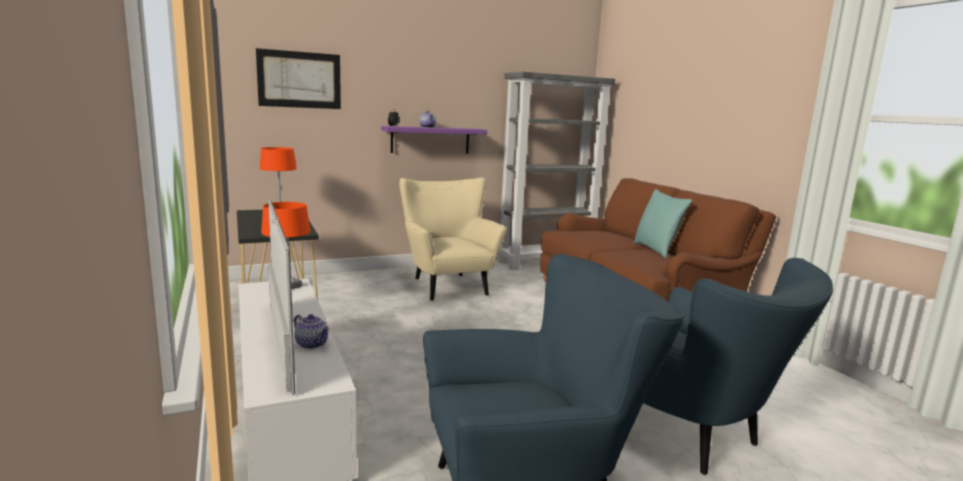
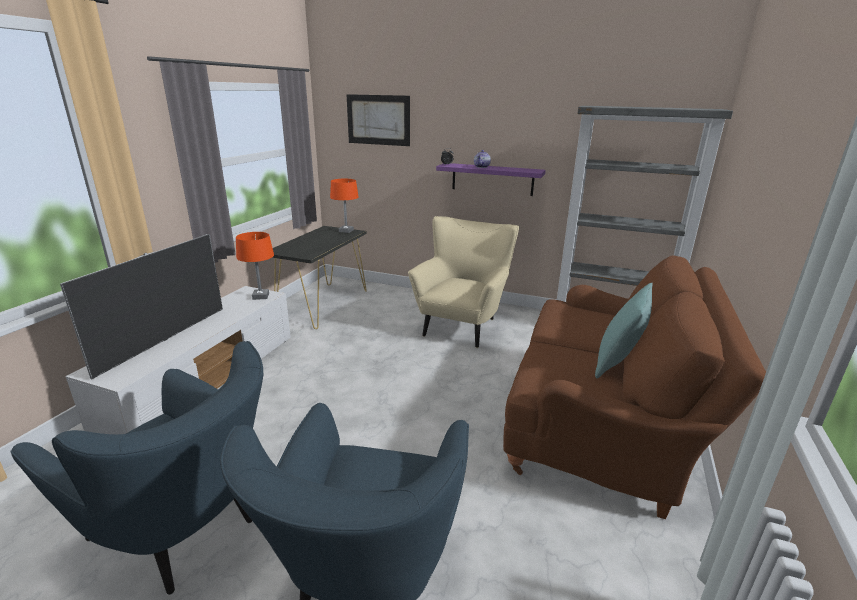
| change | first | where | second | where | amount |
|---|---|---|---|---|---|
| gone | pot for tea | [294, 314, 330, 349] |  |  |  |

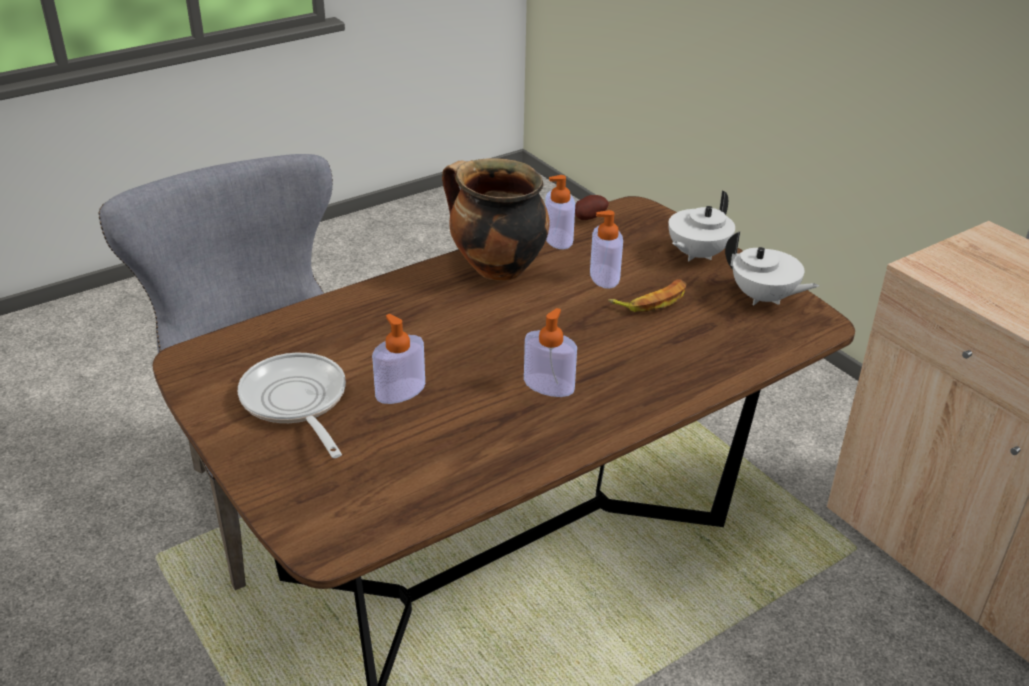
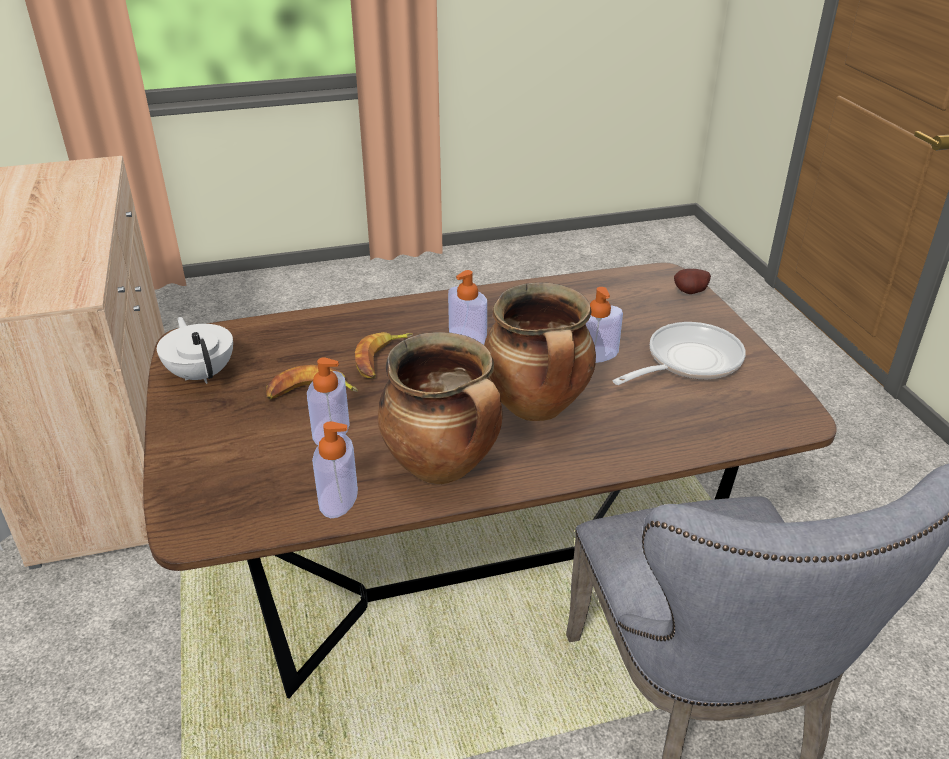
| change | first | where | second | where | amount |
|---|---|---|---|---|---|
| new |  |  | whole banana | [355, 332, 413, 378] |  |
| new |  |  | saucepot | [484, 282, 596, 421] |  |
| rotated | frying pan | [238, 353, 346, 458] |  | [612, 322, 746, 385] | 120 degrees counterclockwise |
| shifted | spud | [575, 195, 609, 220] |  | [674, 269, 711, 294] |  |
| gone | white pot for tea | [668, 191, 735, 261] |  |  |  |

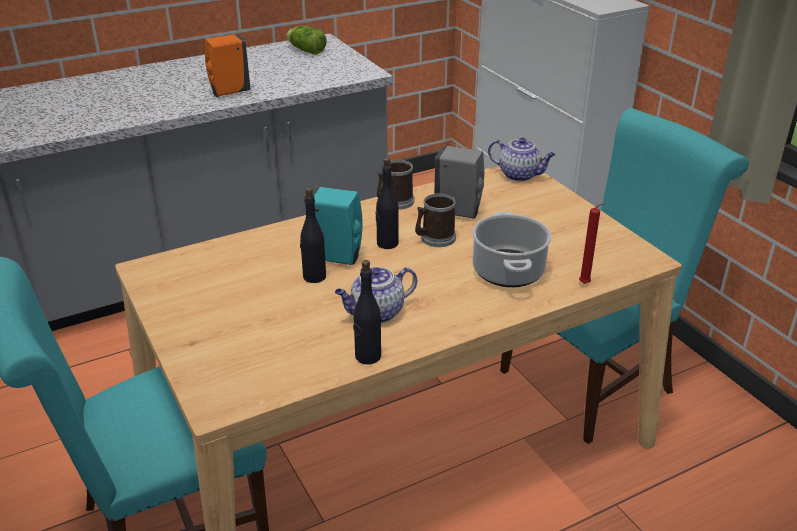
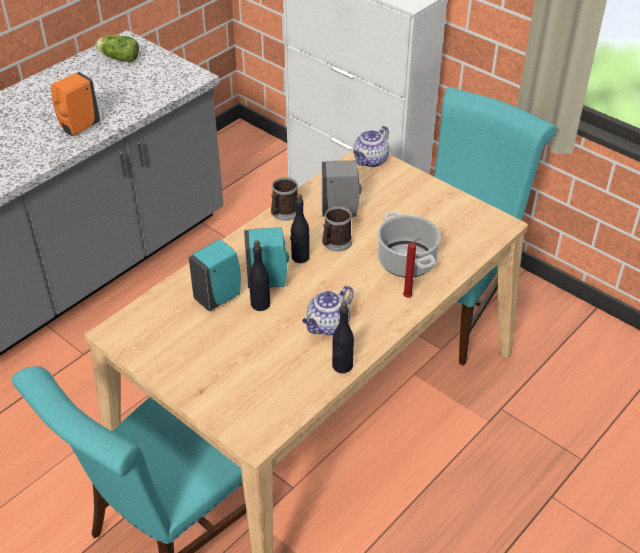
| change | first | where | second | where | amount |
|---|---|---|---|---|---|
| new |  |  | turquoise-coloured soap bottle | [188, 239, 241, 311] |  |
| rotated | pot for tea | [488, 137, 556, 181] |  | [354, 126, 390, 167] | 120 degrees clockwise |
| shifted | reddish candle | [579, 202, 607, 284] |  | [403, 238, 421, 297] |  |

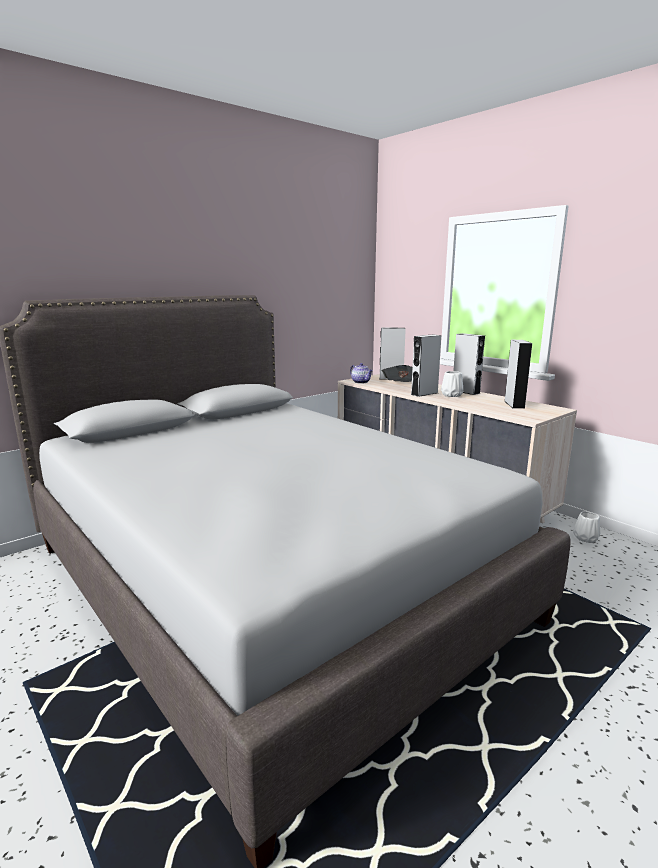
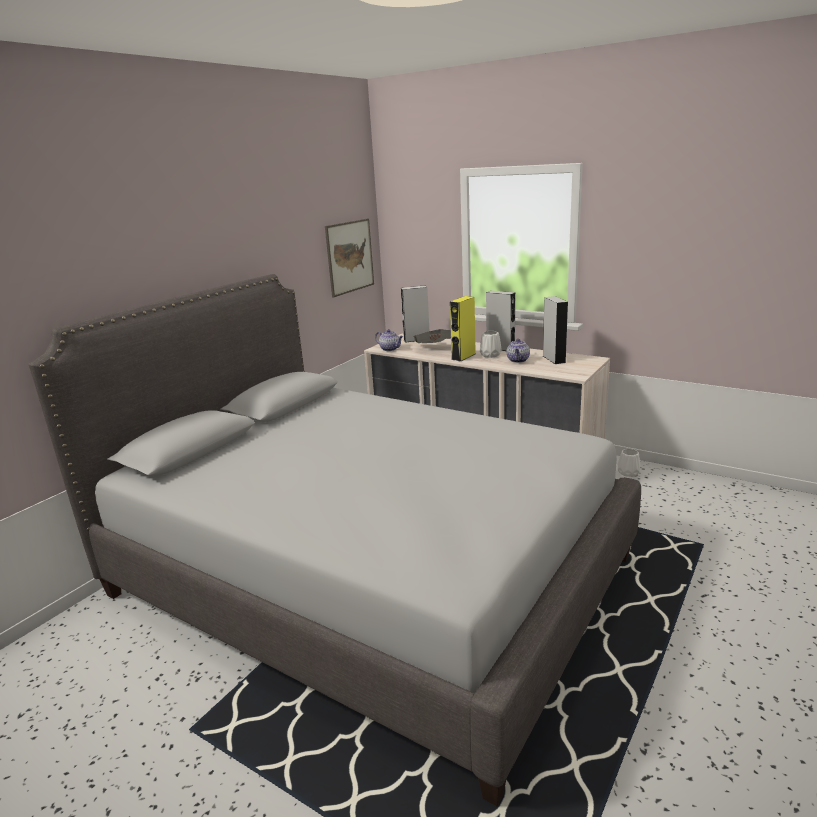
| change | first | where | second | where | amount |
|---|---|---|---|---|---|
| new |  |  | wall picture | [325, 218, 374, 297] |  |
| repainted | grey audio speaker | [411, 334, 441, 397] | yellow audio speaker | [450, 296, 476, 362] |  |
| new |  |  | pot for tea | [507, 339, 530, 363] |  |

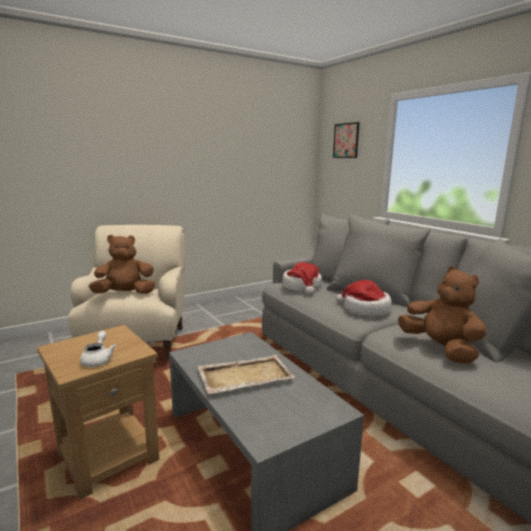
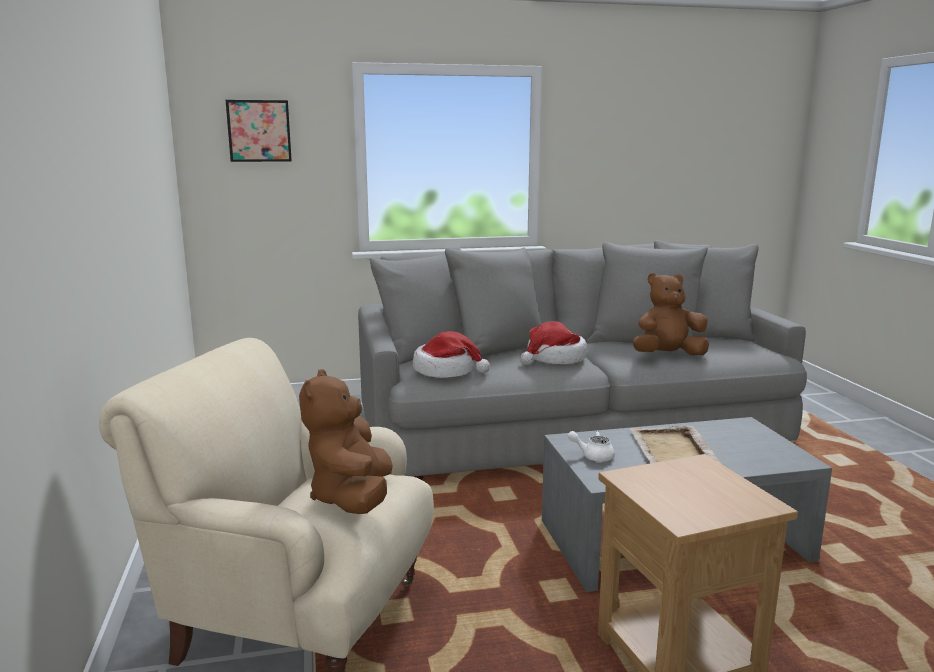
| change | first | where | second | where | amount |
|---|---|---|---|---|---|
| shifted | white pot for tea | [80, 331, 116, 367] |  | [568, 431, 615, 462] |  |

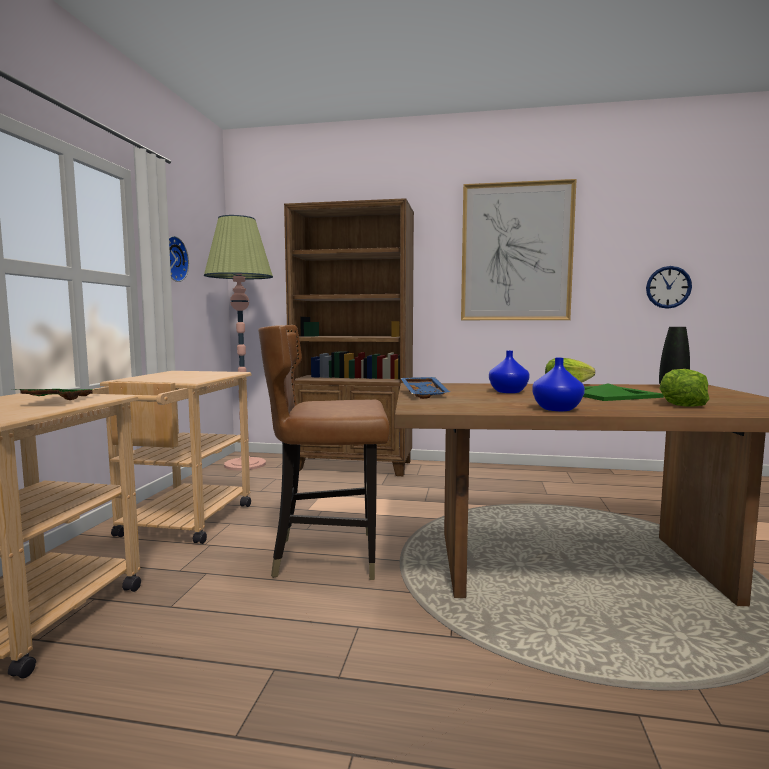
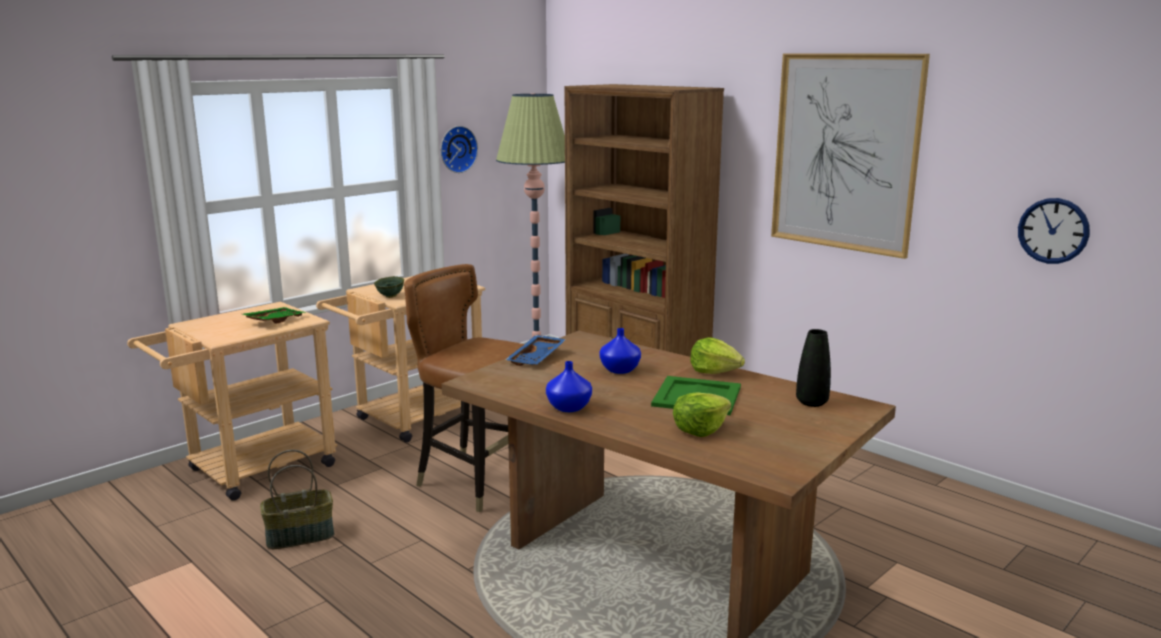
| change | first | where | second | where | amount |
|---|---|---|---|---|---|
| new |  |  | storage basket | [260, 450, 334, 549] |  |
| new |  |  | green-coloured bowl | [374, 276, 404, 298] |  |

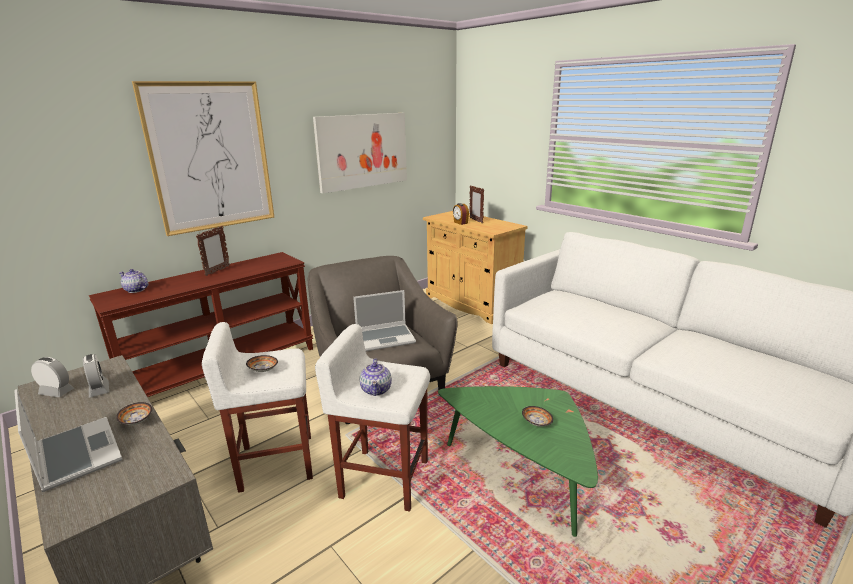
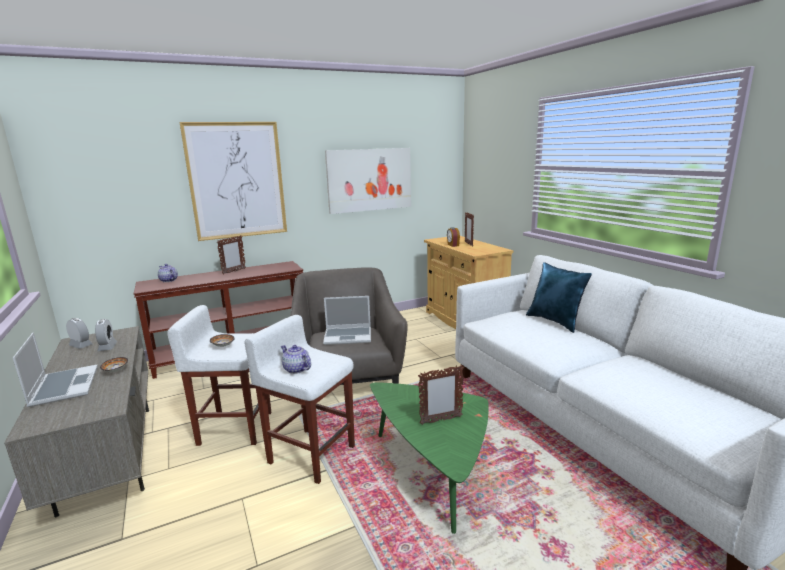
| change | first | where | second | where | amount |
|---|---|---|---|---|---|
| rotated | pot for tea | [360, 358, 392, 396] |  | [281, 345, 311, 374] | 120 degrees clockwise |
| swapped | bowl | [522, 406, 553, 427] | photo frame | [418, 365, 464, 425] |  |
| new |  |  | bluish throw pillow | [526, 262, 592, 333] |  |

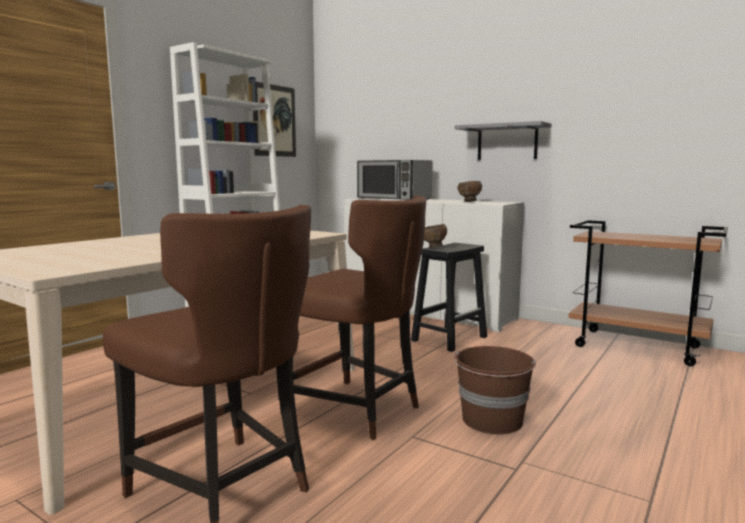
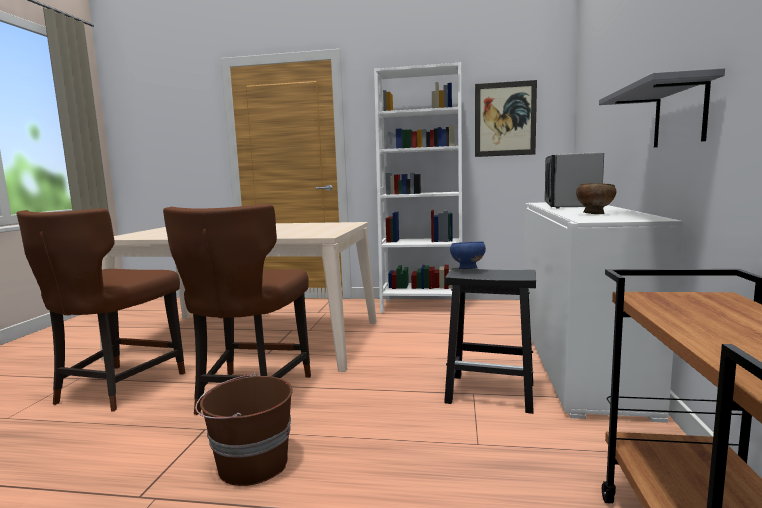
| change | first | where | second | where | amount |
|---|---|---|---|---|---|
| repainted | brown-coloured bowl | [424, 224, 447, 248] | bluish bowl | [450, 241, 486, 269] |  |

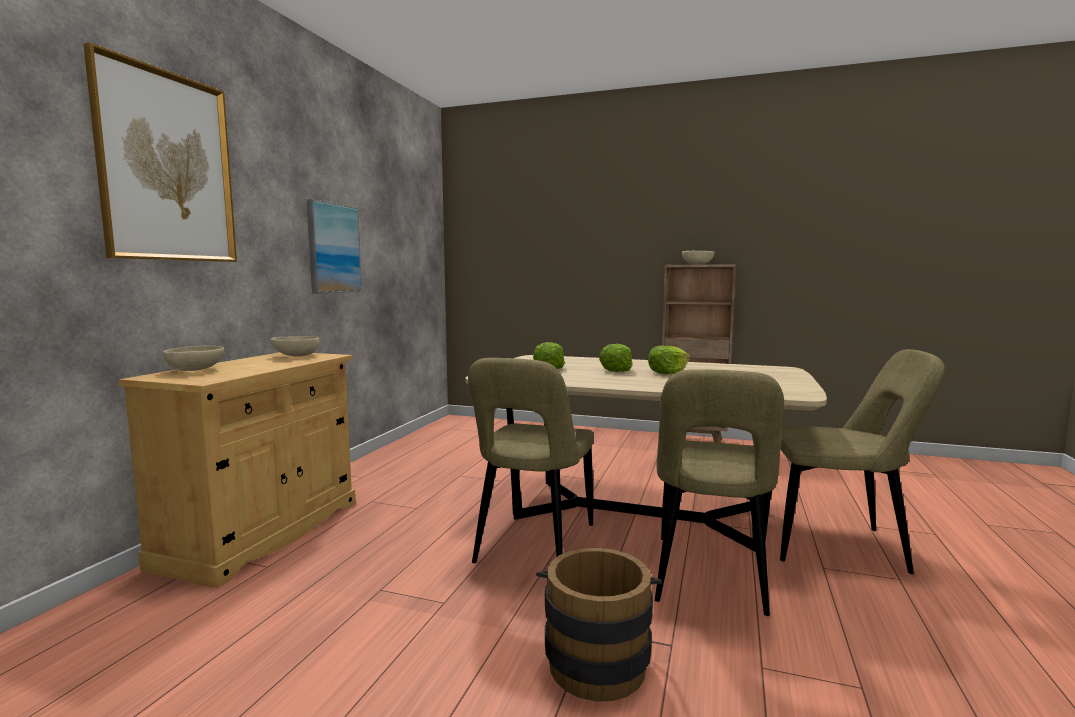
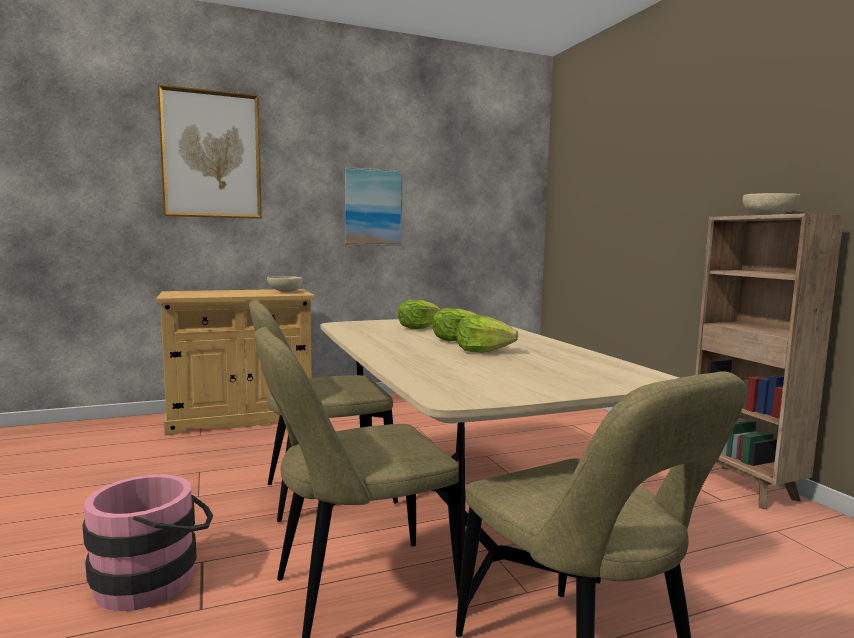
| change | first | where | second | where | amount |
|---|---|---|---|---|---|
| repainted | brown-coloured bucket | [536, 548, 661, 702] | pink bucket | [82, 474, 213, 611] |  |
| gone | sand-coloured bowl | [163, 346, 224, 371] |  |  |  |

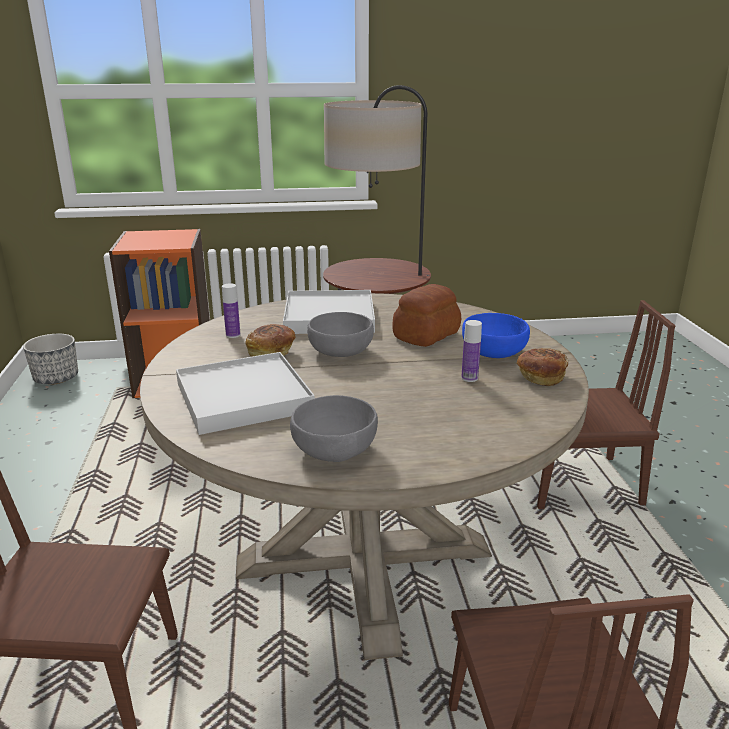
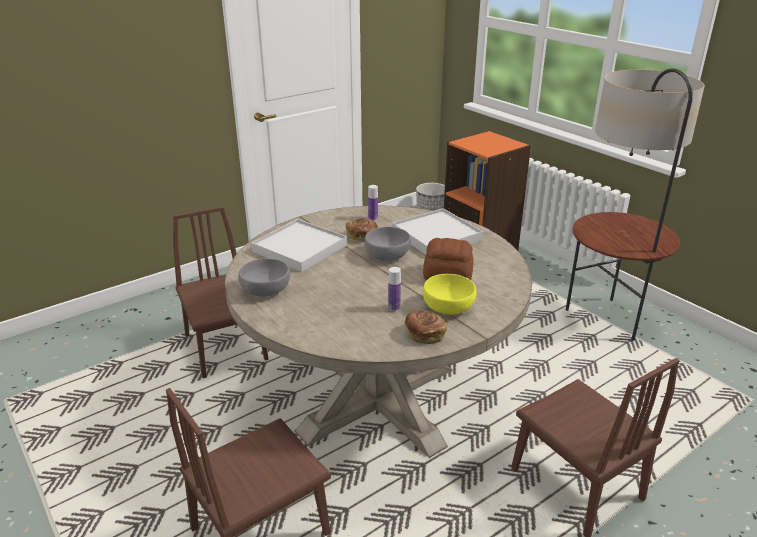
| change | first | where | second | where | amount |
|---|---|---|---|---|---|
| repainted | bluish bowl | [462, 313, 530, 358] | yellow bowl | [423, 274, 477, 315] |  |

